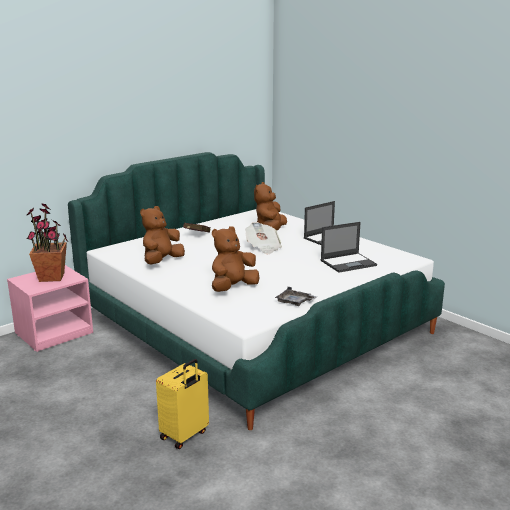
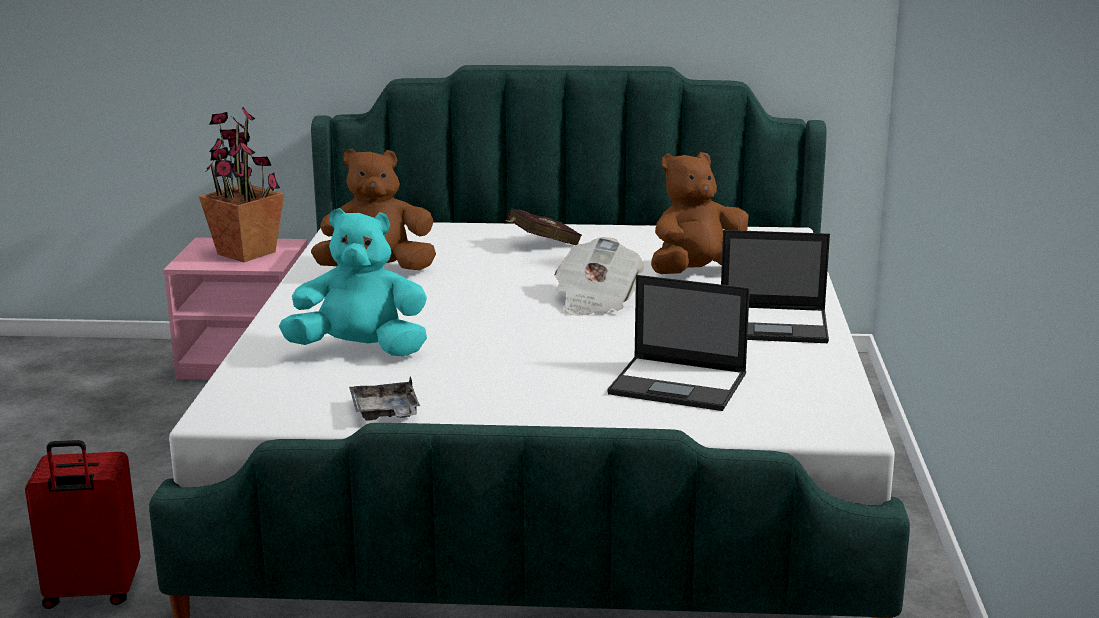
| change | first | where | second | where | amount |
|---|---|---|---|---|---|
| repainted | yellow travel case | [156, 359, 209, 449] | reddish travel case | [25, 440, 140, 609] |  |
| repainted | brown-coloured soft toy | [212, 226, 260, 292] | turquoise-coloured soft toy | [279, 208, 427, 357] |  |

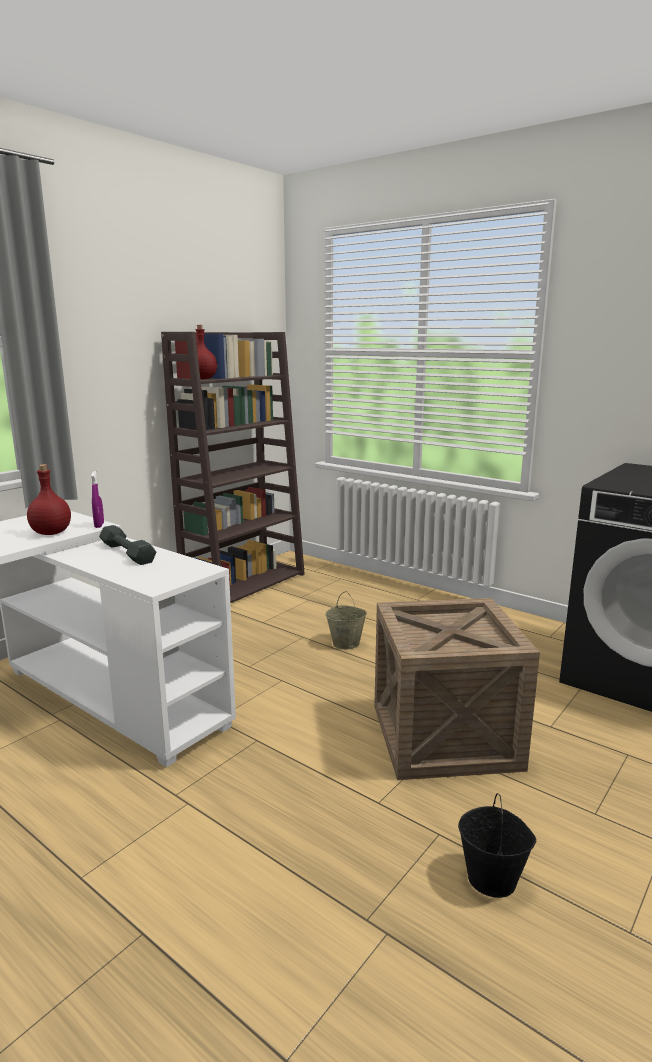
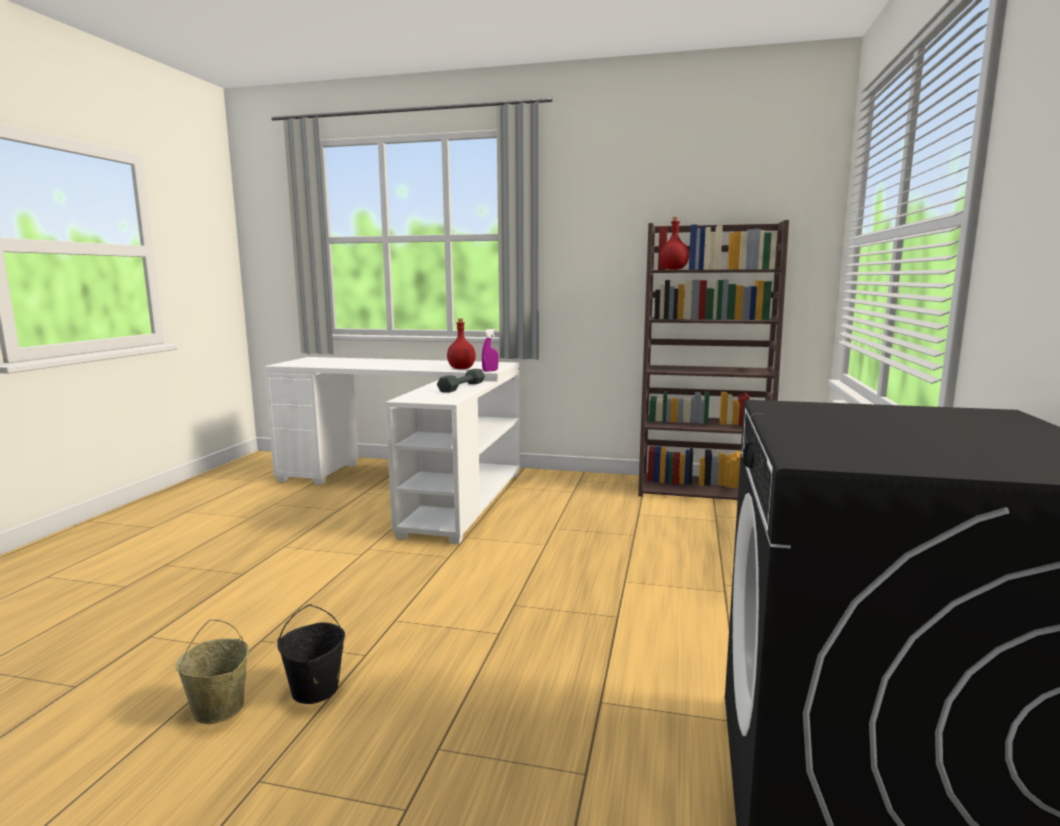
| change | first | where | second | where | amount |
|---|---|---|---|---|---|
| shifted | sand-coloured bucket | [326, 591, 367, 649] |  | [175, 619, 249, 724] |  |
| gone | shipping crate | [374, 598, 540, 780] |  |  |  |

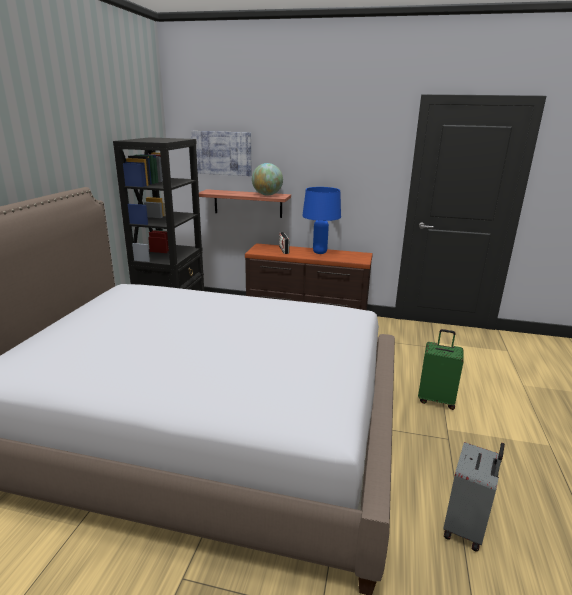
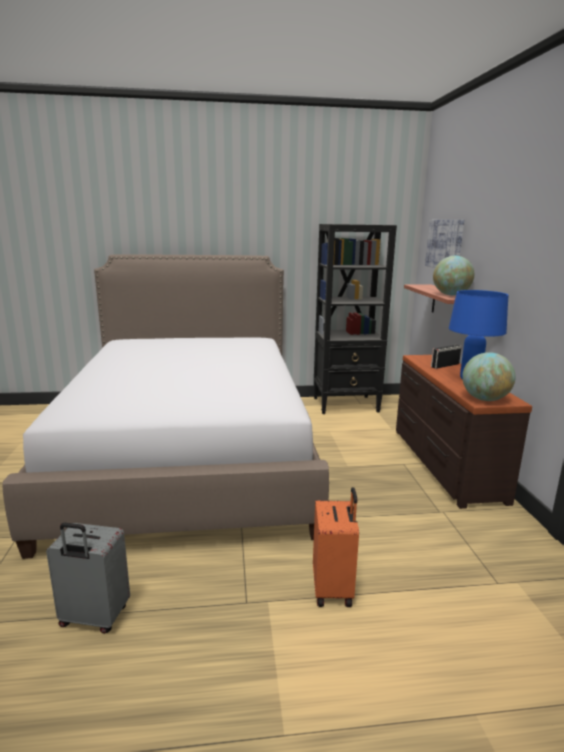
| change | first | where | second | where | amount |
|---|---|---|---|---|---|
| repainted | green-coloured travel case | [418, 329, 464, 410] | orange travel case | [313, 487, 359, 607] |  |
| new |  |  | world globe | [462, 352, 516, 401] |  |

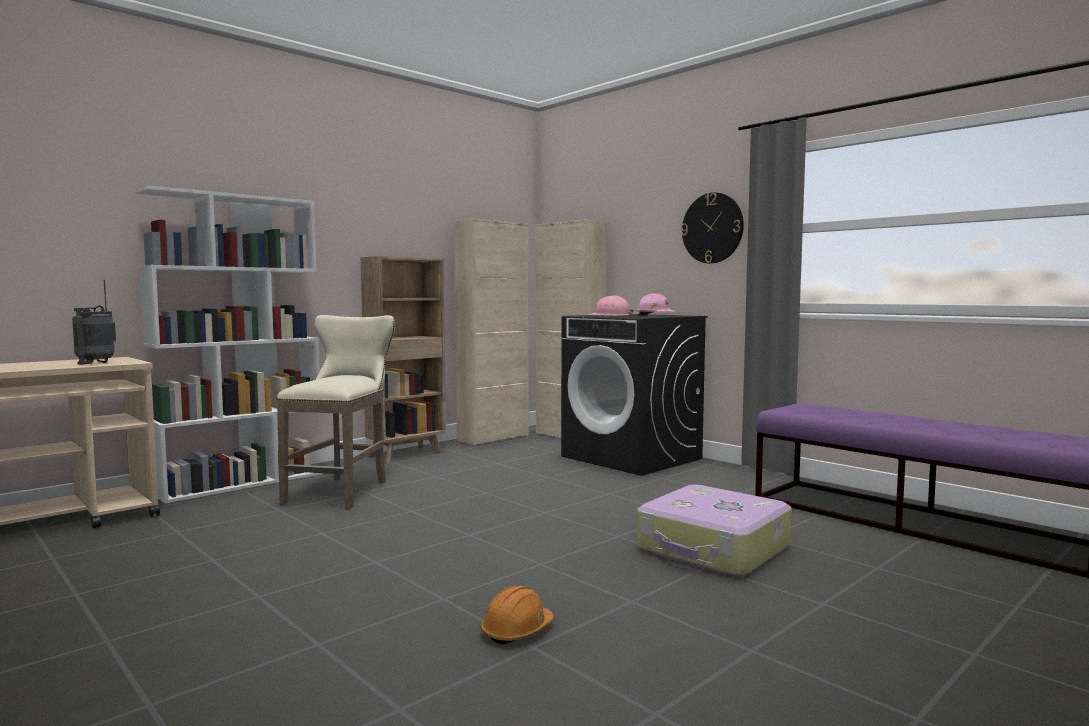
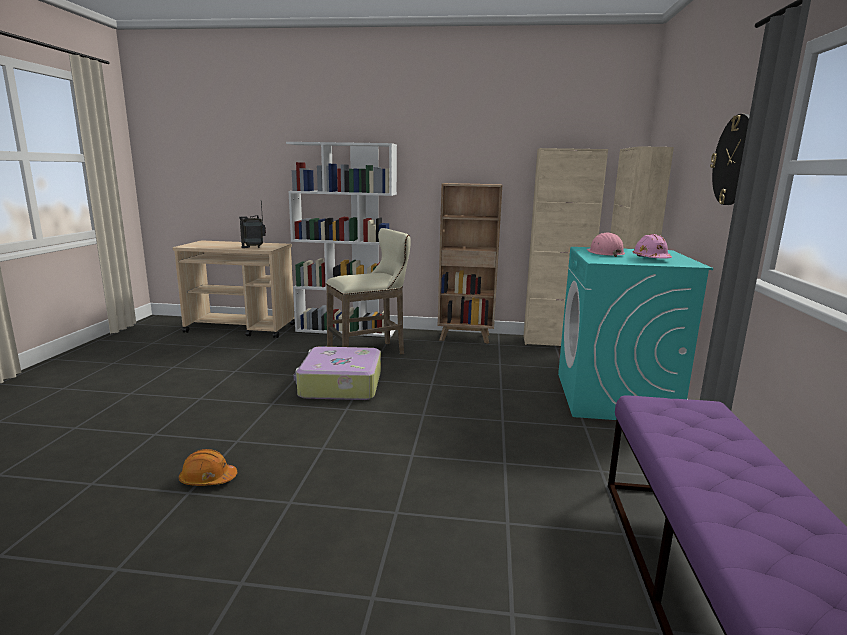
| change | first | where | second | where | amount |
|---|---|---|---|---|---|
| shifted | travel case | [637, 485, 792, 577] |  | [294, 346, 381, 400] |  |
| repainted | black washing machine | [561, 314, 708, 476] | turquoise-coloured washing machine | [558, 247, 713, 420] |  |

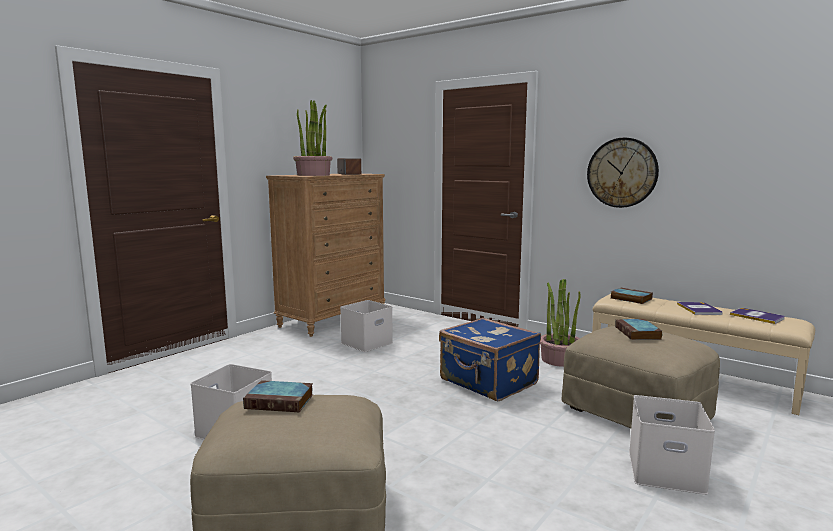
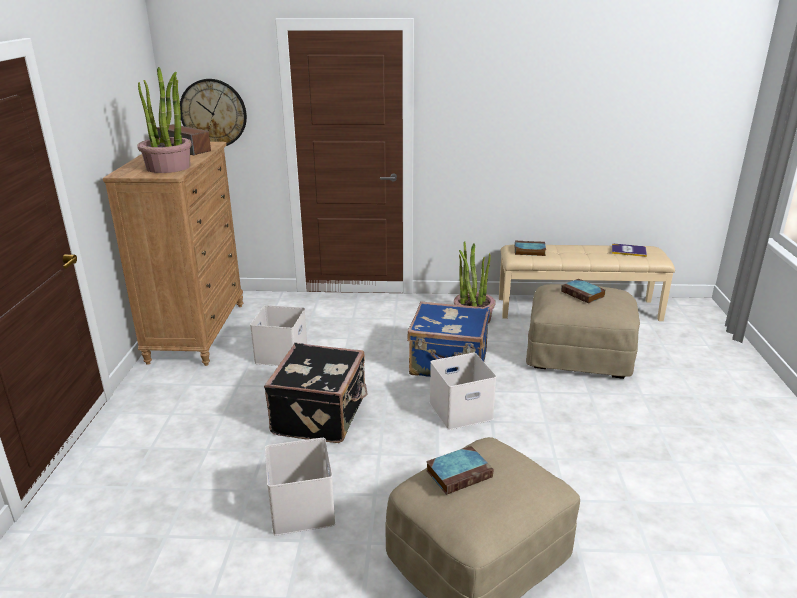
| change | first | where | second | where | amount |
|---|---|---|---|---|---|
| shifted | wall clock | [587, 138, 659, 208] |  | [180, 79, 247, 146] |  |
| new |  |  | black travel case | [264, 343, 368, 443] |  |
| shifted | white storage container | [629, 395, 715, 495] |  | [430, 353, 497, 430] |  |
| gone | volume | [677, 302, 722, 315] |  |  |  |

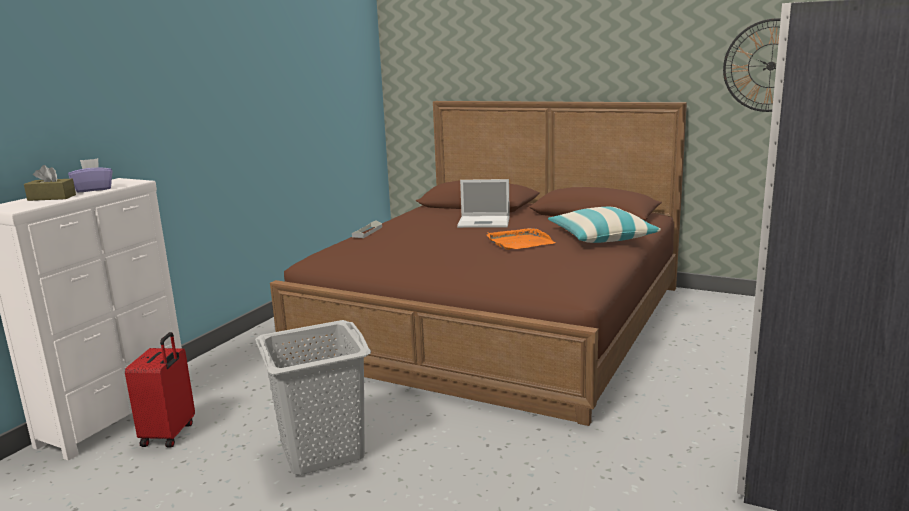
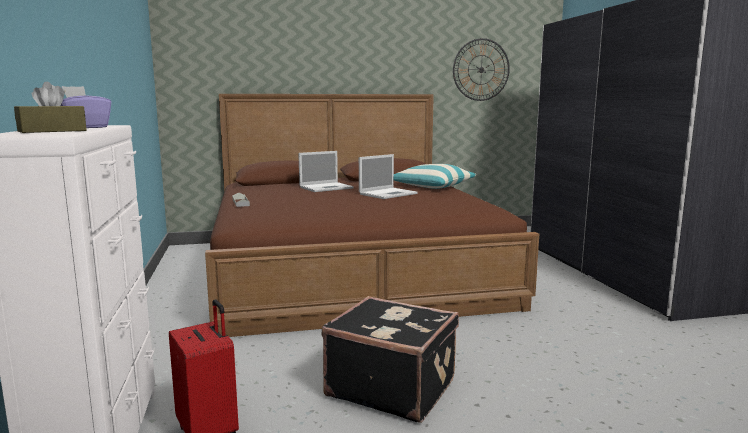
| change | first | where | second | where | amount |
|---|---|---|---|---|---|
| swapped | grey washing basket | [255, 320, 371, 476] | black travel case | [322, 296, 459, 423] |  |
| swapped | orange serving tray | [487, 228, 556, 250] | portable computer | [359, 154, 418, 199] |  |

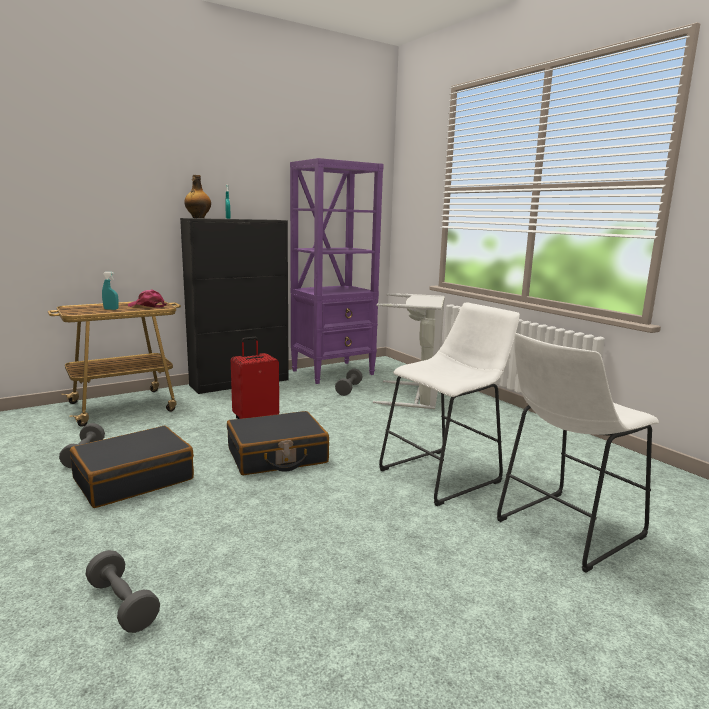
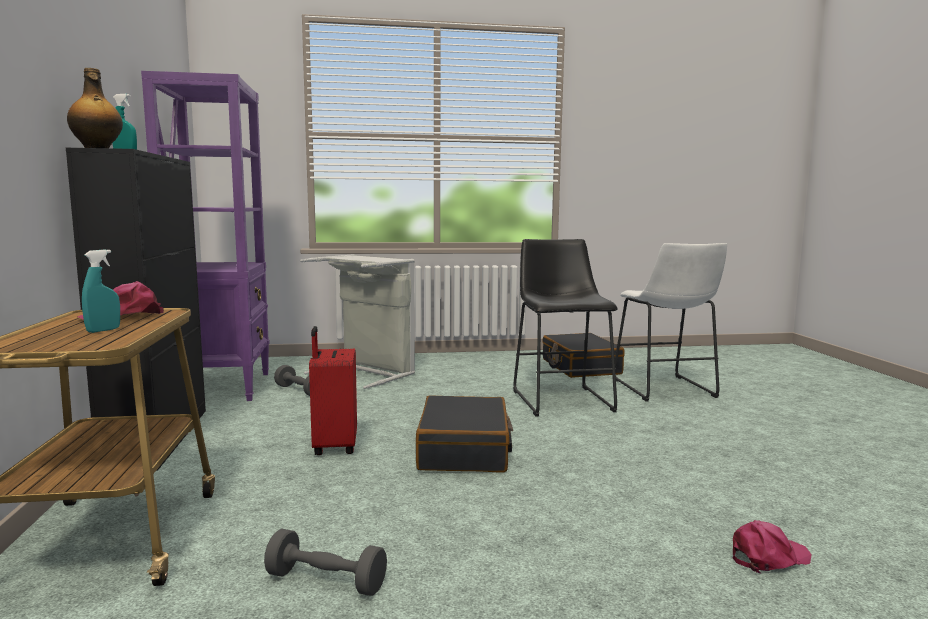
| change | first | where | second | where | amount |
|---|---|---|---|---|---|
| repainted | white sitting stool | [379, 302, 520, 506] | black sitting stool | [513, 239, 618, 416] |  |
| shifted | black travel case | [70, 426, 194, 508] |  | [542, 333, 625, 378] |  |
| swapped | grey dumbbell | [86, 550, 160, 633] | pink peaked cap | [733, 520, 812, 574] |  |

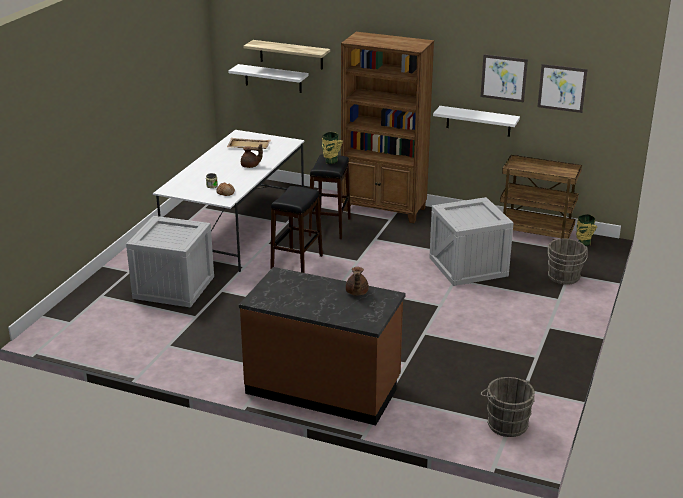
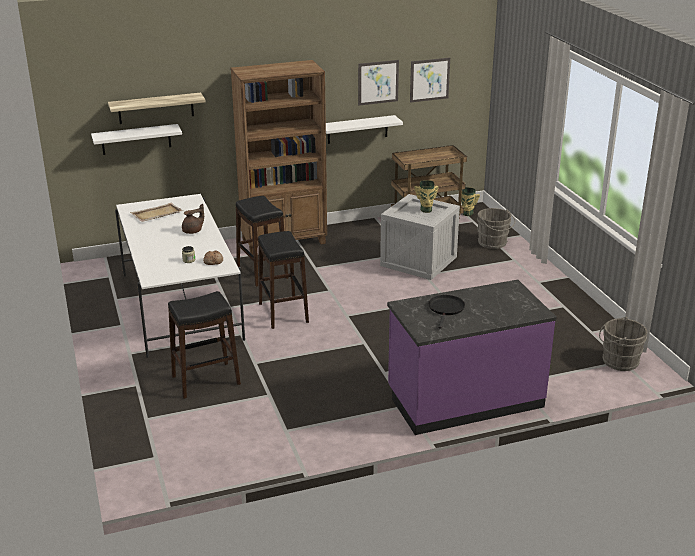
| change | first | where | second | where | amount |
|---|---|---|---|---|---|
| swapped | shipping crate | [126, 216, 214, 308] | black sitting stool | [168, 291, 241, 399] |  |
| repainted | brown-coloured kitchen base unit | [239, 267, 405, 425] | purple-coloured kitchen base unit | [387, 280, 557, 435] |  |
| shifted | decorative vase | [322, 132, 343, 164] |  | [414, 180, 439, 213] |  |
| new |  |  | black frying pan | [428, 295, 465, 329] |  |
| gone | brown-coloured pot for tea | [346, 267, 369, 296] |  |  |  |

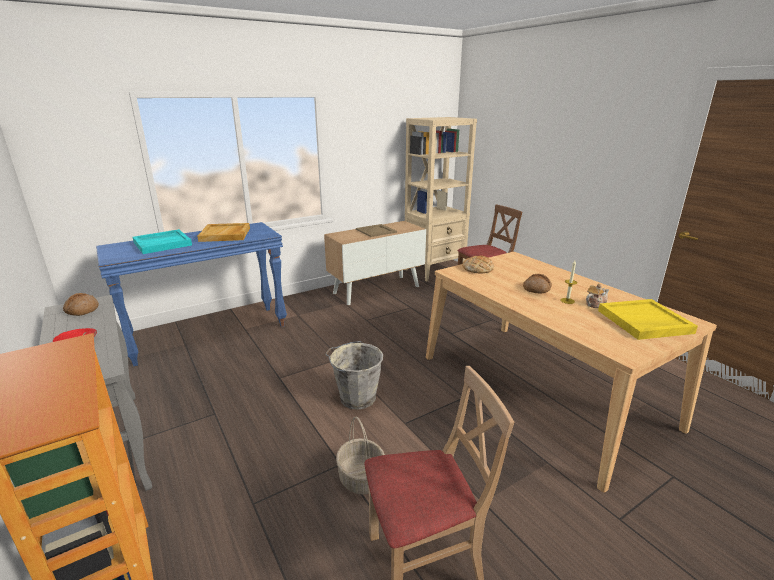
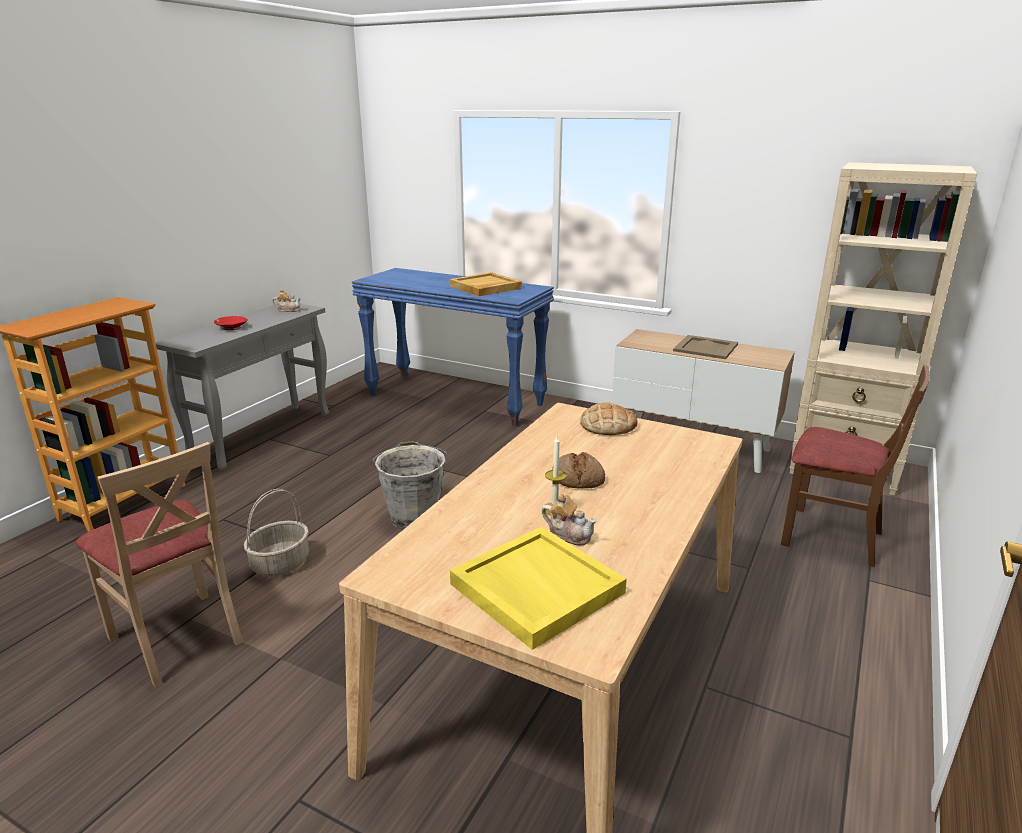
| change | first | where | second | where | amount |
|---|---|---|---|---|---|
| swapped | baked bread | [63, 293, 99, 316] | pot for tea | [272, 289, 301, 312] |  |
| gone | turquoise-coloured serving tray | [133, 229, 192, 254] |  |  |  |

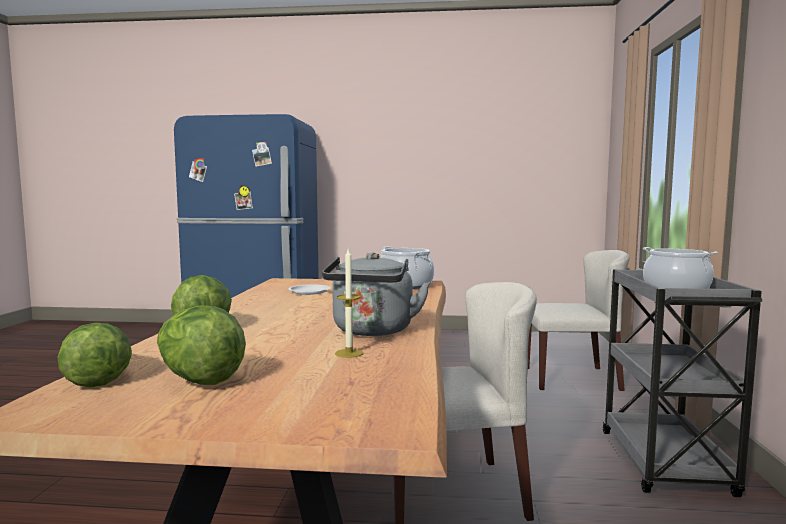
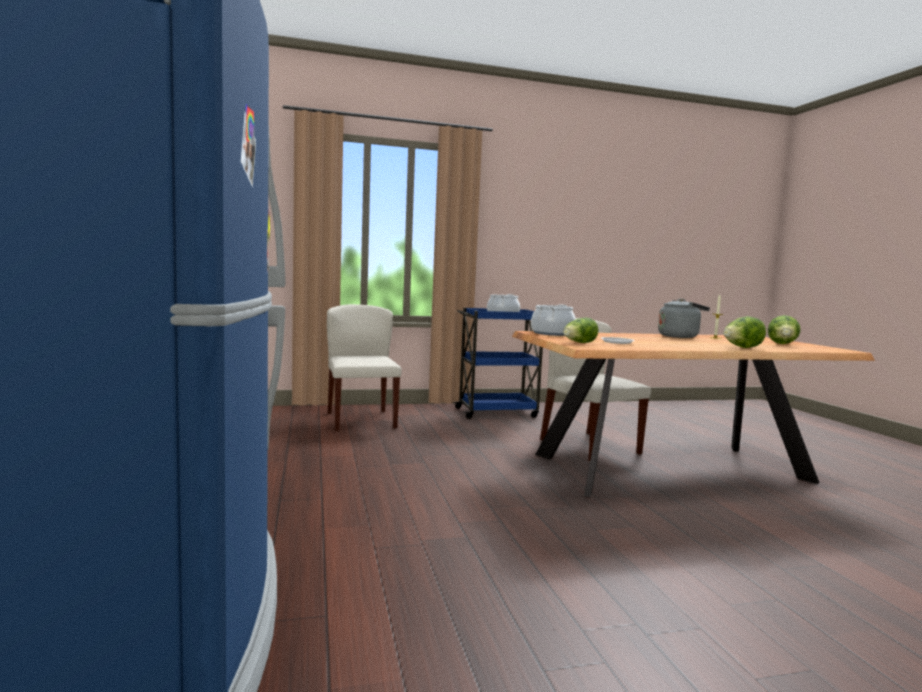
| change | first | where | second | where | amount |
|---|---|---|---|---|---|
| repainted | grey wheeled cart | [602, 269, 762, 497] | bluish wheeled cart | [453, 308, 543, 419] |  |
| shifted | lettuce head | [57, 323, 132, 387] |  | [563, 318, 598, 343] |  |

